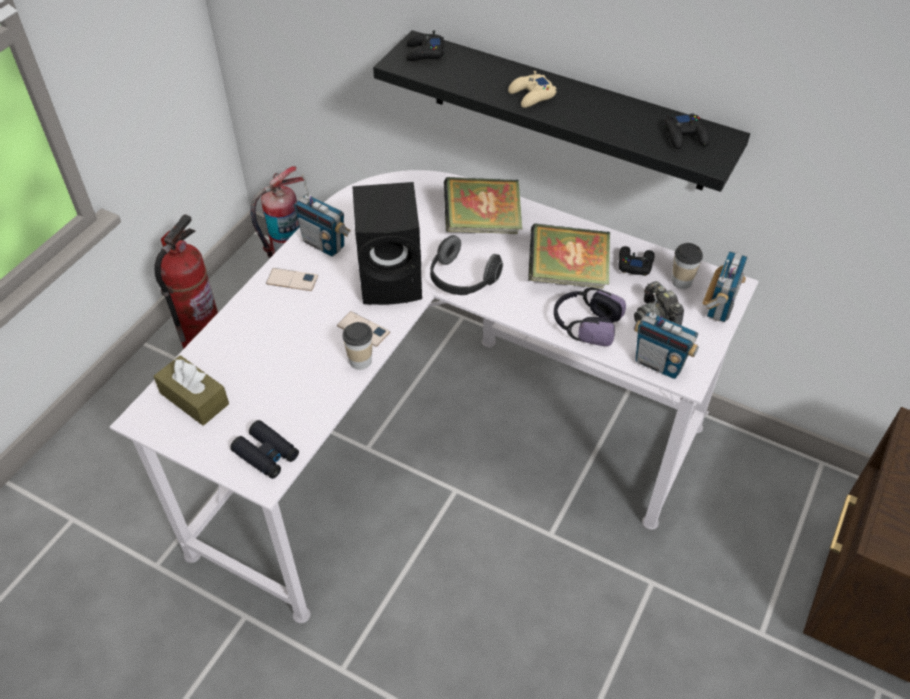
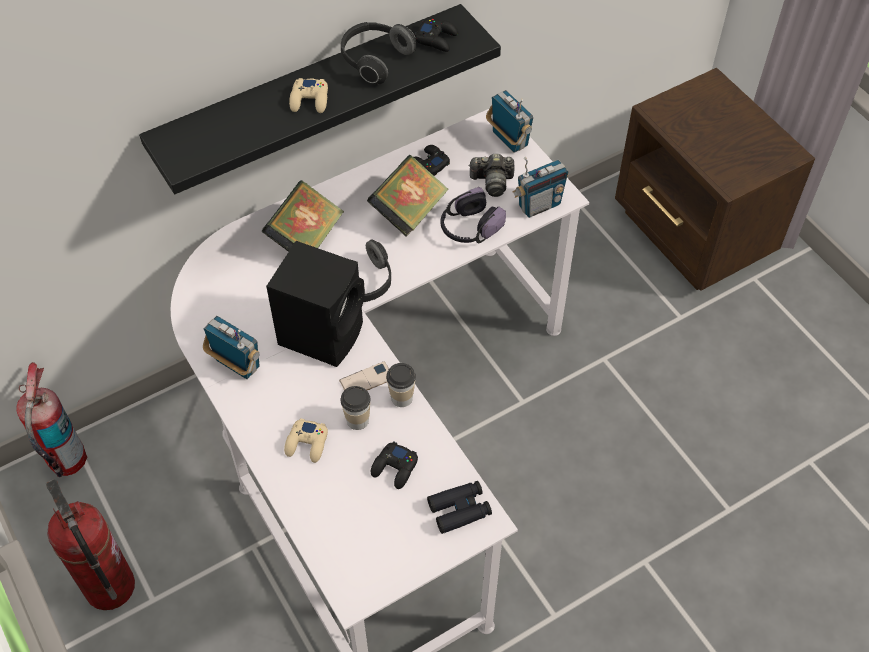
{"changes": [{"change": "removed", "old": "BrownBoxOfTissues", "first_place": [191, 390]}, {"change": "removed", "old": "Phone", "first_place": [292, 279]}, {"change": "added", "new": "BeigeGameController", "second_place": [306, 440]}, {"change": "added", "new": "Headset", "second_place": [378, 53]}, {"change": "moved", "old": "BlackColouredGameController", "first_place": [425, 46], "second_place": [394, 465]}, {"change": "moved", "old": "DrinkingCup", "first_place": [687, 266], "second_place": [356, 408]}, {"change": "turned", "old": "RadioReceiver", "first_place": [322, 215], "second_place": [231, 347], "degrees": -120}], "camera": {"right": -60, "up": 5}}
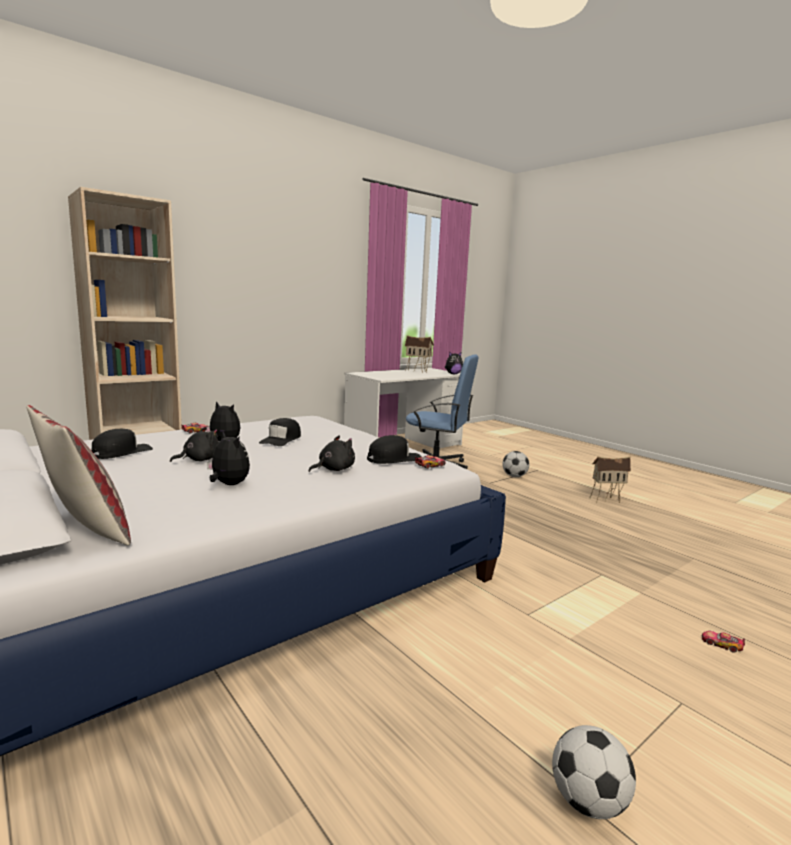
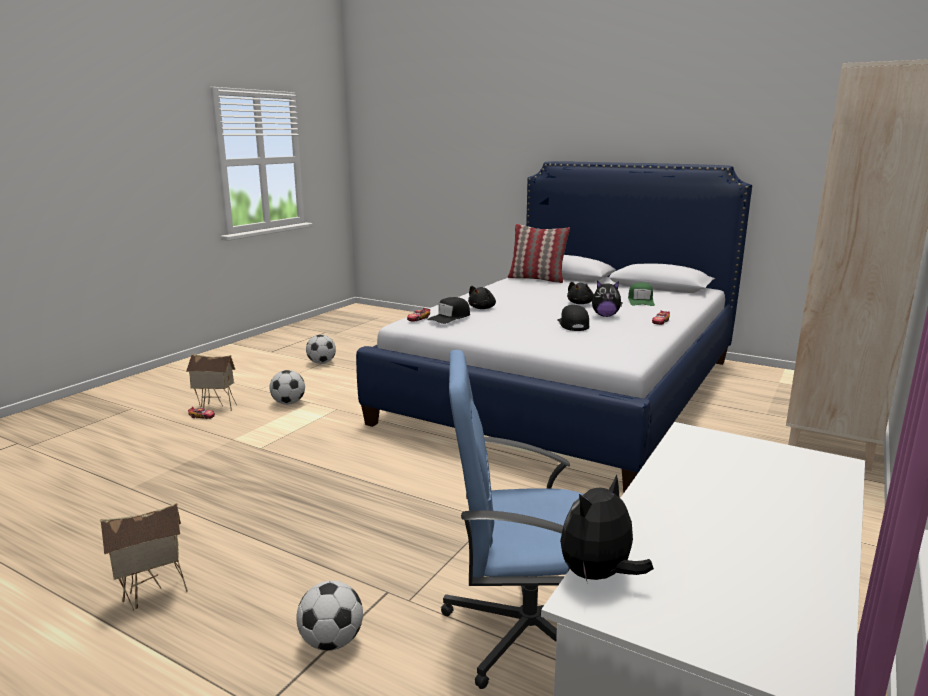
{"changes": [{"change": "removed", "old": "PlushToy", "first_place": [228, 458]}, {"change": "added", "new": "FootballBall", "second_place": [287, 387]}, {"change": "moved", "old": "MiniatureHouse", "first_place": [419, 354], "second_place": [211, 382]}, {"change": "recoloured", "old": "BlackColouredBaseballCap", "new": "GreenColouredBaseballCap", "first_place": [122, 444], "second_place": [641, 294]}], "camera": {"right": 160, "up": 5}}
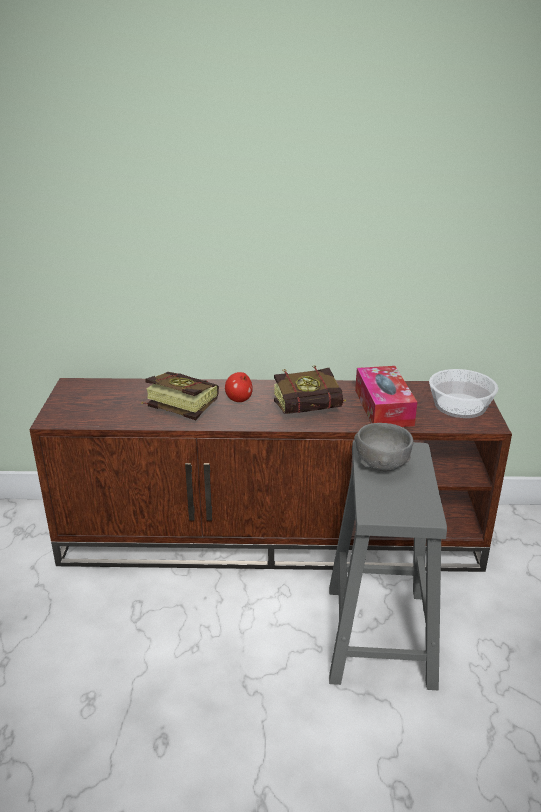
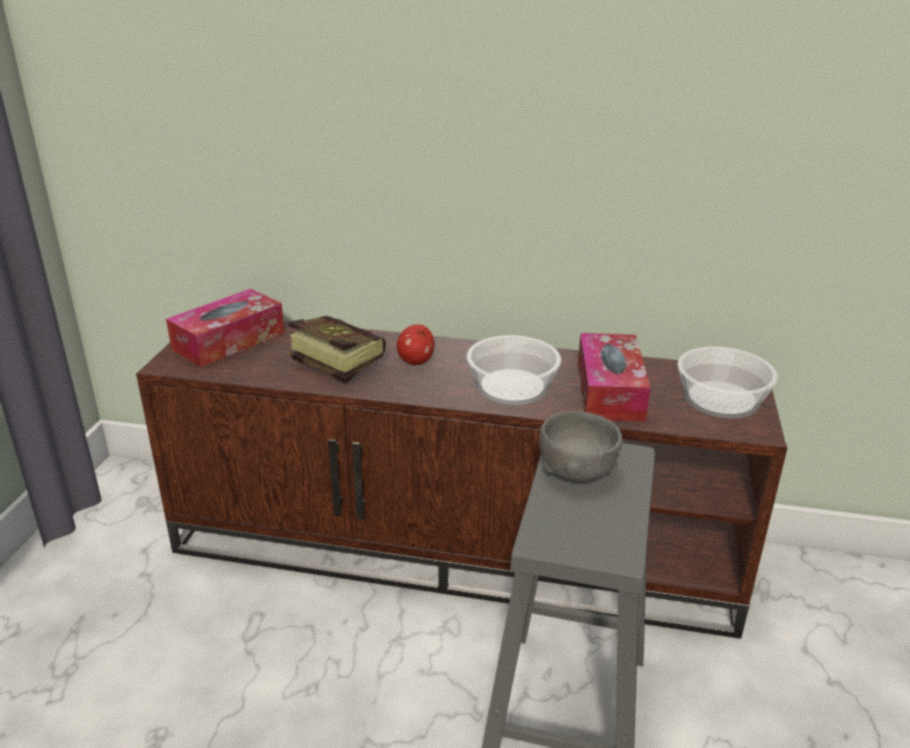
{"changes": [{"change": "added", "new": "BoxOfTissues", "second_place": [225, 328]}, {"change": "replaced", "old": "Book", "new": "ServingBowl", "first_place": [309, 389], "second_place": [514, 370]}], "camera": {"right": 10, "up": 0}}
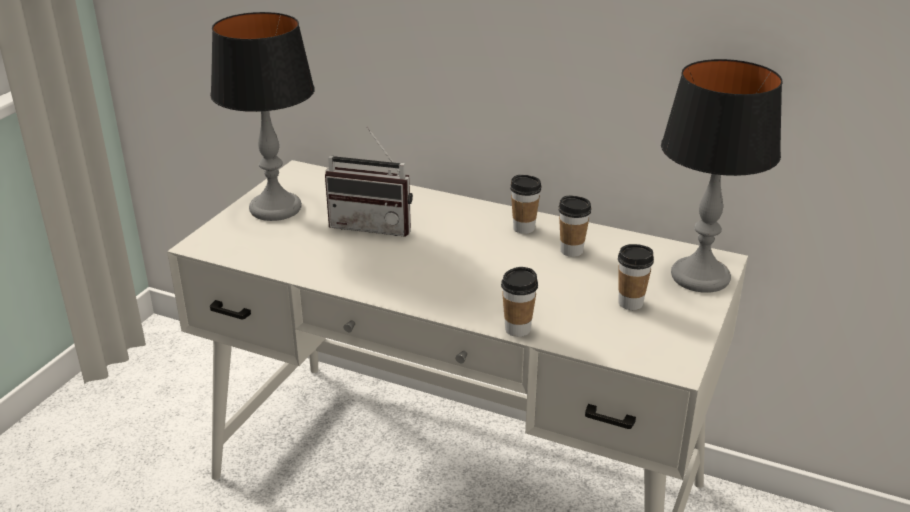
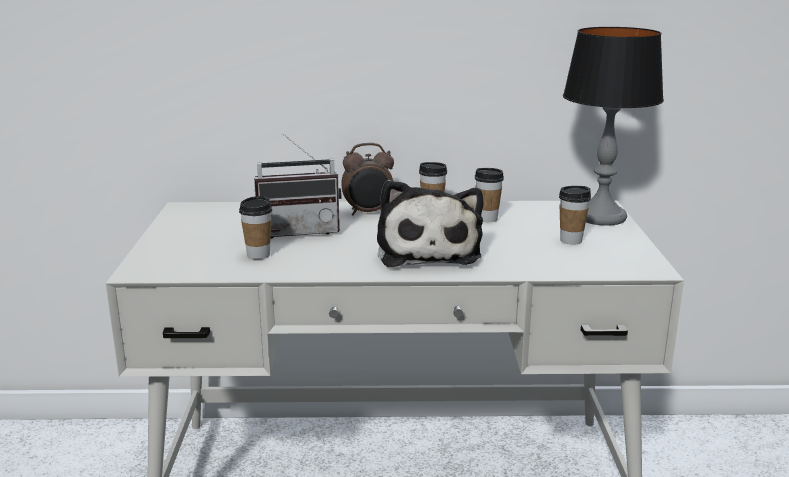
{"changes": [{"change": "removed", "old": "LampForATable", "first_place": [262, 116]}, {"change": "added", "new": "BedsideClock", "second_place": [367, 179]}, {"change": "added", "new": "PlushToy", "second_place": [430, 223]}, {"change": "moved", "old": "DrinkingCup", "first_place": [519, 302], "second_place": [255, 228]}], "camera": {"right": -25, "up": -10}}
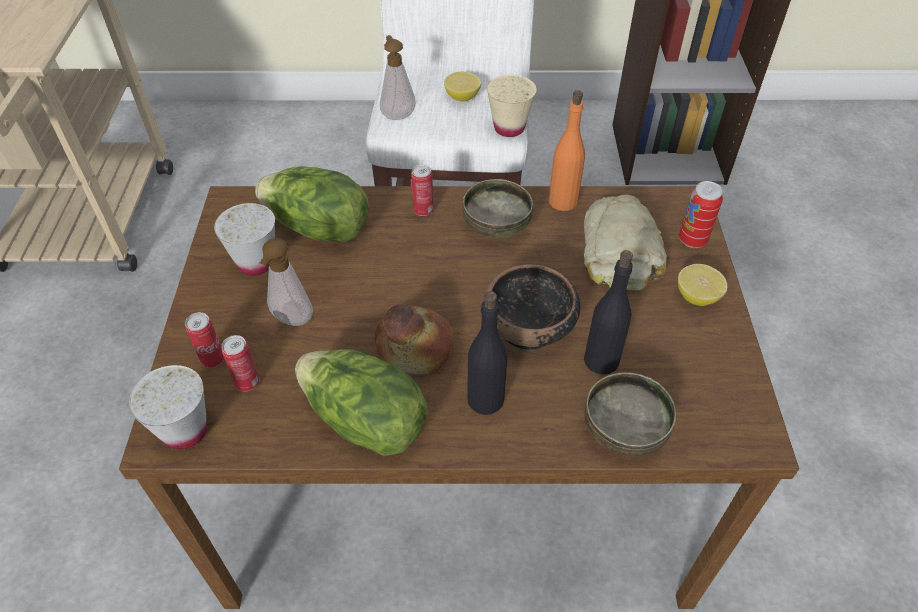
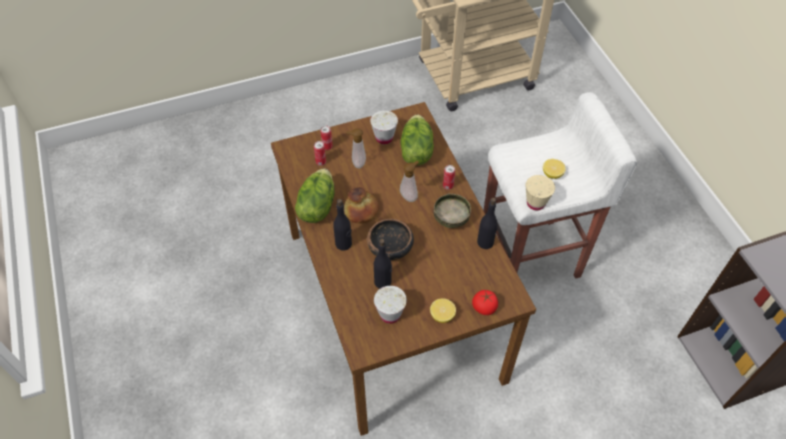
{"changes": [{"change": "removed", "old": "BakeryBread", "first_place": [625, 242]}, {"change": "removed", "old": "ServingBowl", "first_place": [631, 414]}, {"change": "moved", "old": "WhitishDrinkingCup", "first_place": [167, 407], "second_place": [390, 305]}, {"change": "moved", "old": "LiquidSoapBottle", "first_place": [398, 77], "second_place": [409, 181]}, {"change": "replaced", "old": "Can", "new": "Tomato", "first_place": [701, 214], "second_place": [485, 302]}, {"change": "recoloured", "old": "OrangeyBottle", "new": "BlackColouredBottle", "first_place": [567, 150], "second_place": [487, 223]}], "camera": {"right": 70, "up": 5}}
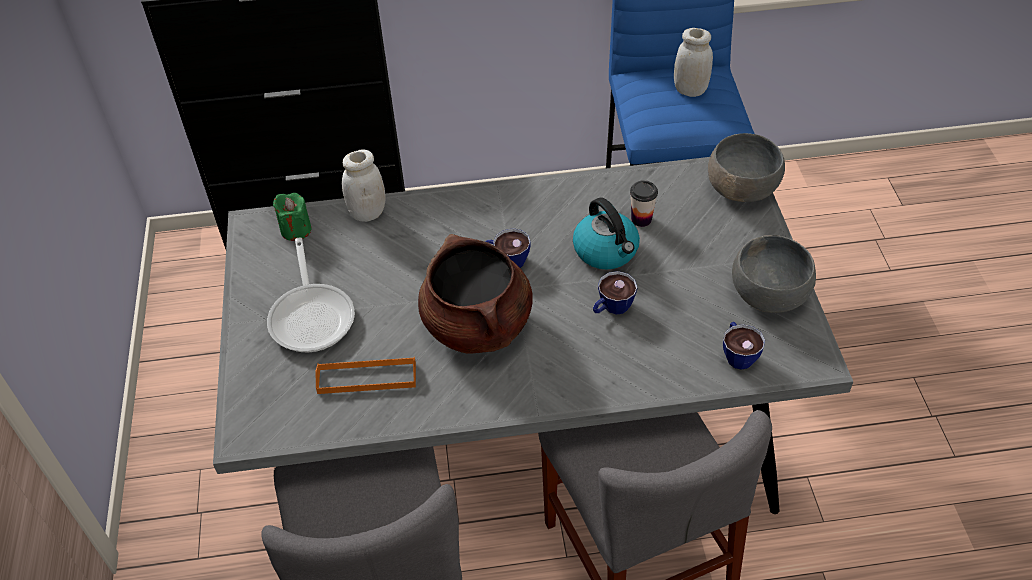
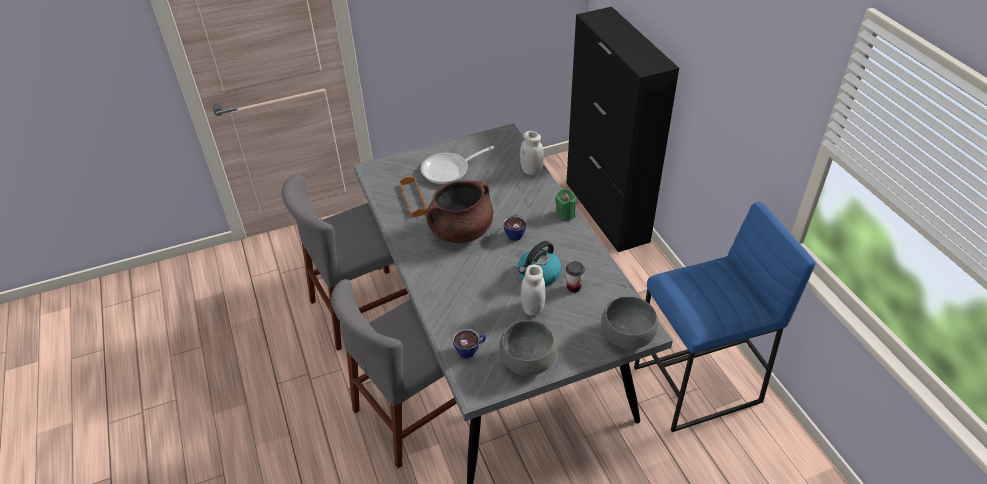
{"changes": [{"change": "removed", "old": "DrinkingCup", "first_place": [615, 293]}, {"change": "moved", "old": "GreenColouredWaxCandle", "first_place": [292, 217], "second_place": [565, 205]}, {"change": "moved", "old": "WhitishJar", "first_place": [693, 62], "second_place": [533, 290]}], "camera": {"right": 75, "up": -5}}
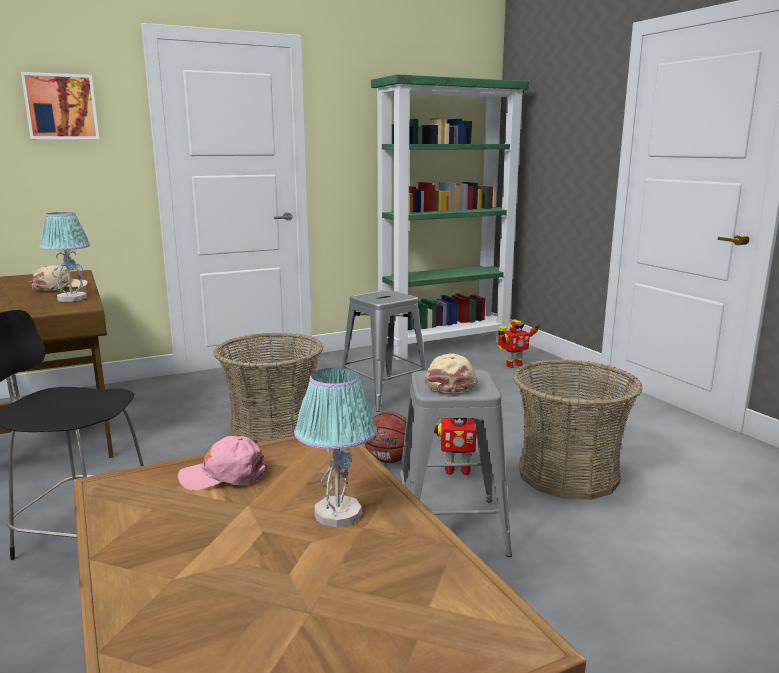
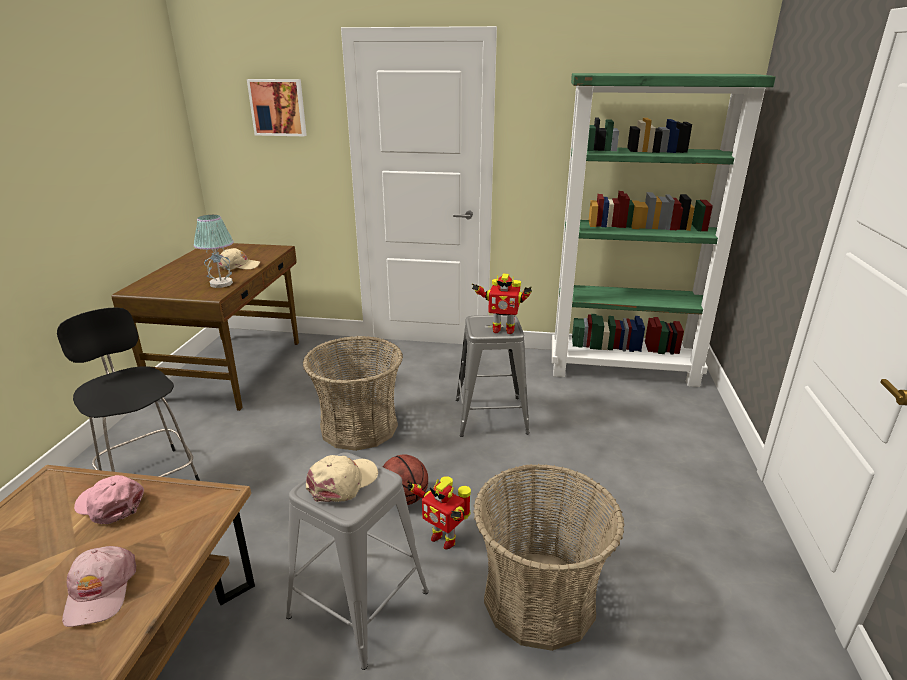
{"changes": [{"change": "moved", "old": "ToyRobot", "first_place": [518, 343], "second_place": [502, 303]}, {"change": "replaced", "old": "LampForATable", "new": "PinkishBaseballCap", "first_place": [335, 447], "second_place": [99, 586]}], "camera": {"right": 35, "up": 10}}
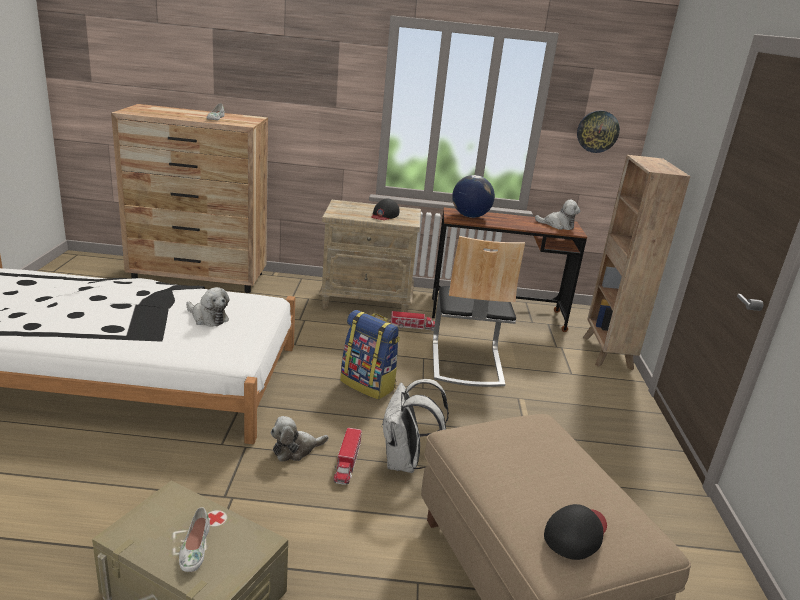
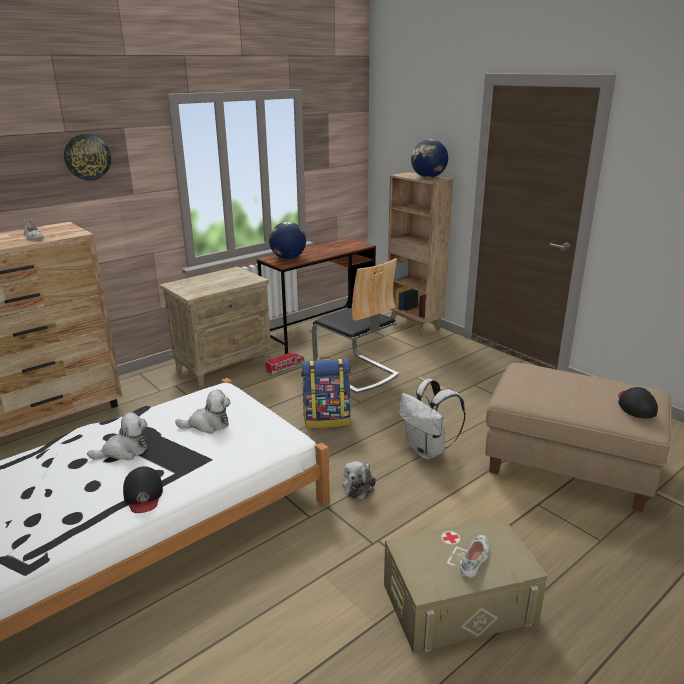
{"changes": [{"change": "removed", "old": "ToyTruck", "first_place": [348, 456]}, {"change": "added", "new": "Globe", "second_place": [429, 158]}, {"change": "moved", "old": "BlackColouredBaseballCap", "first_place": [385, 209], "second_place": [143, 490]}, {"change": "moved", "old": "PlushToy", "first_place": [557, 215], "second_place": [117, 436]}, {"change": "moved", "old": "ClockOnTheWall", "first_place": [598, 131], "second_place": [87, 157]}, {"change": "turned", "old": "WhitishLowShoe", "first_place": [194, 539], "second_place": [474, 556], "degrees": -105}], "camera": {"right": -40, "up": 0}}
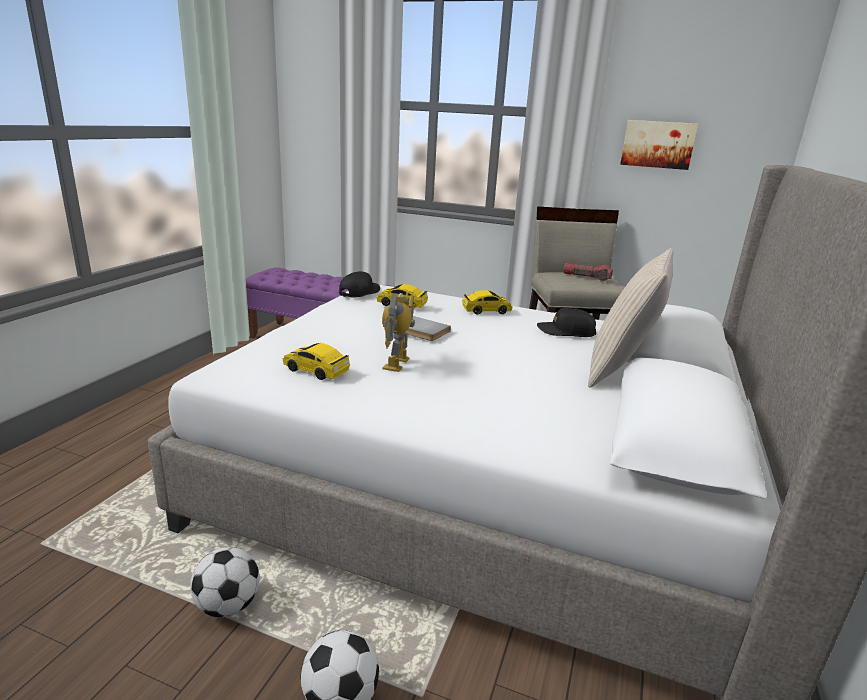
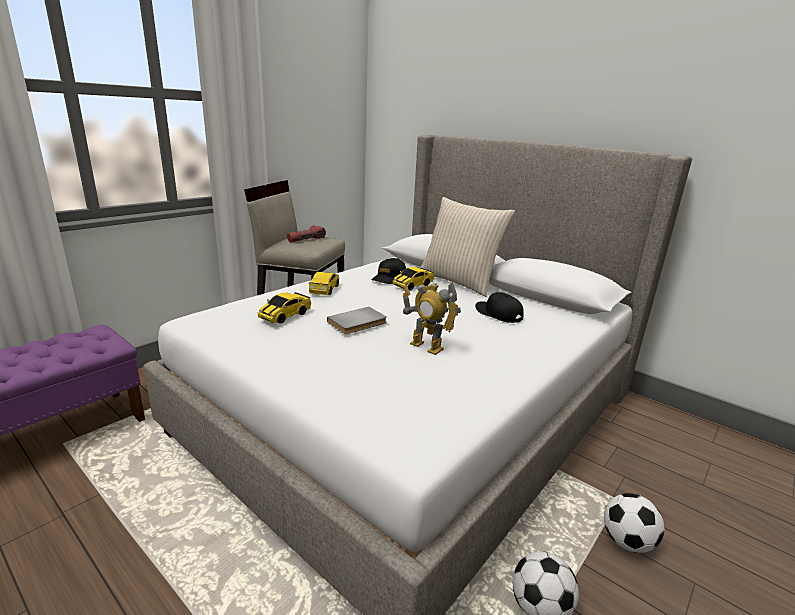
{"changes": [{"change": "removed", "old": "WallArt", "first_place": [659, 145]}, {"change": "moved", "old": "MiniatureCar", "first_place": [316, 361], "second_place": [413, 279]}, {"change": "moved", "old": "BlackColouredBaseballCap", "first_place": [359, 284], "second_place": [499, 307]}], "camera": {"right": -70, "up": 0}}
